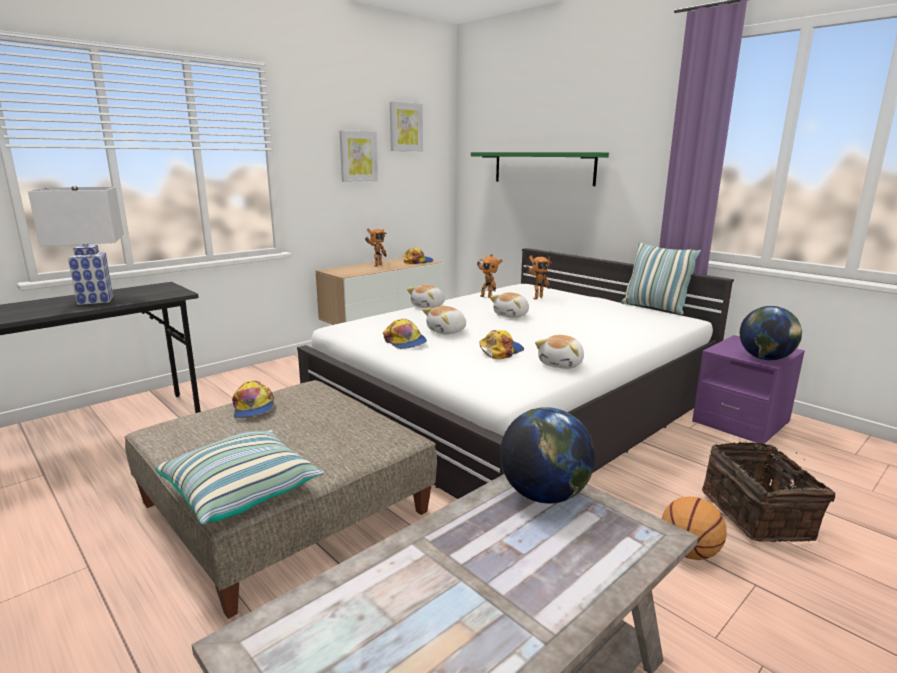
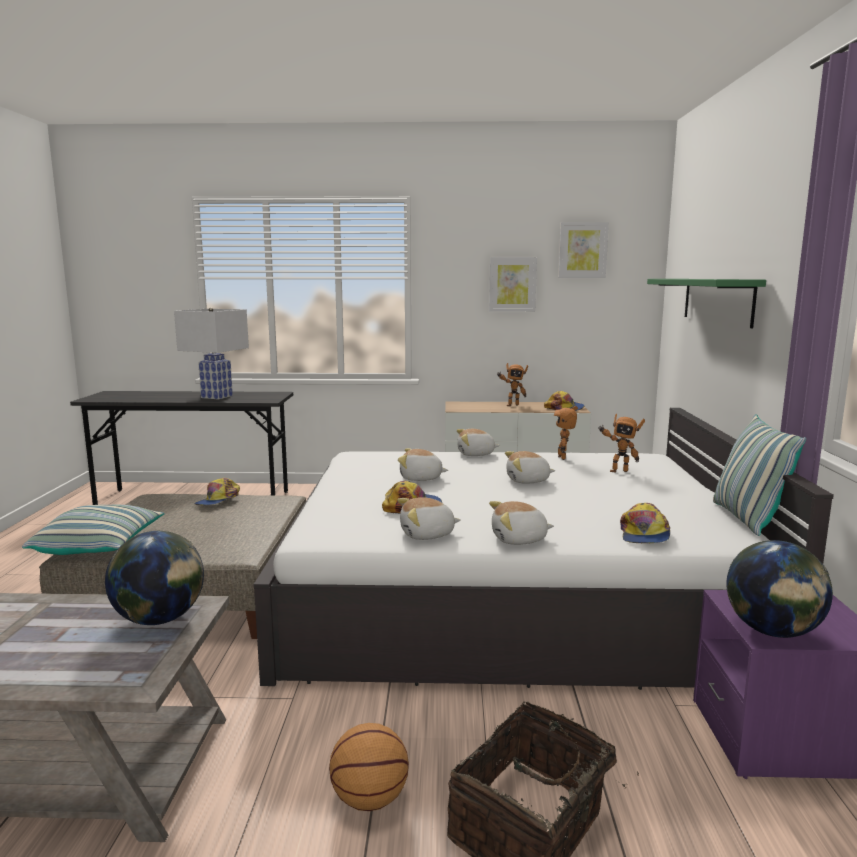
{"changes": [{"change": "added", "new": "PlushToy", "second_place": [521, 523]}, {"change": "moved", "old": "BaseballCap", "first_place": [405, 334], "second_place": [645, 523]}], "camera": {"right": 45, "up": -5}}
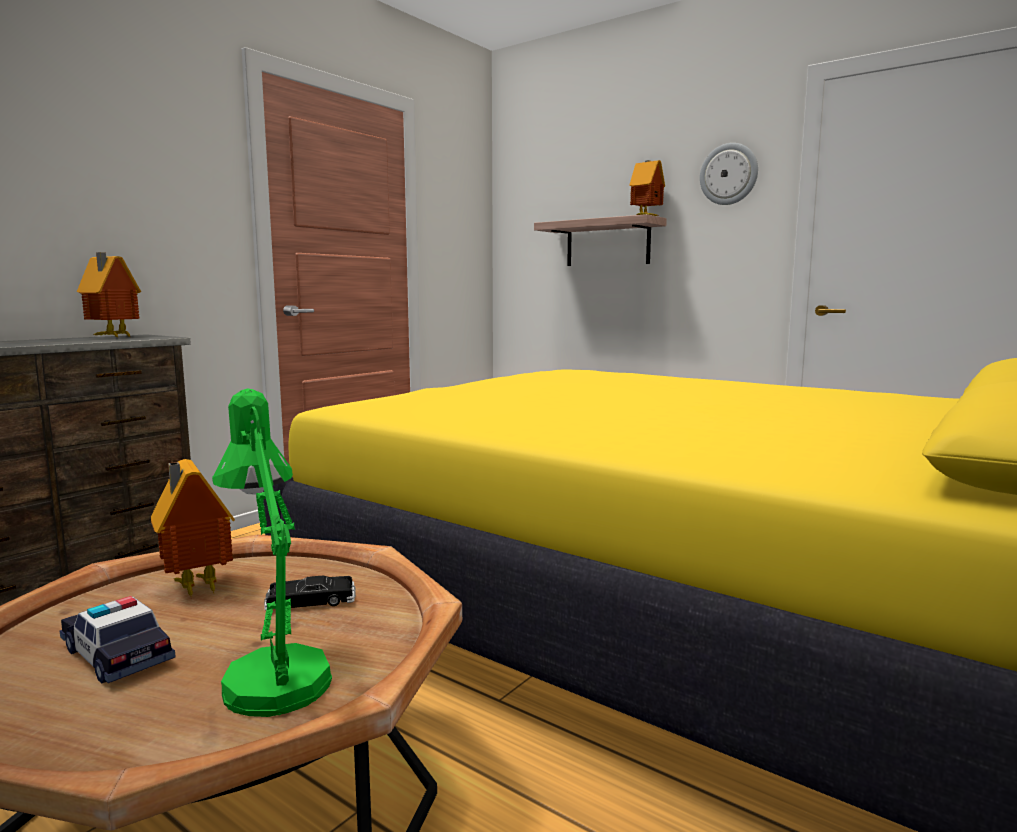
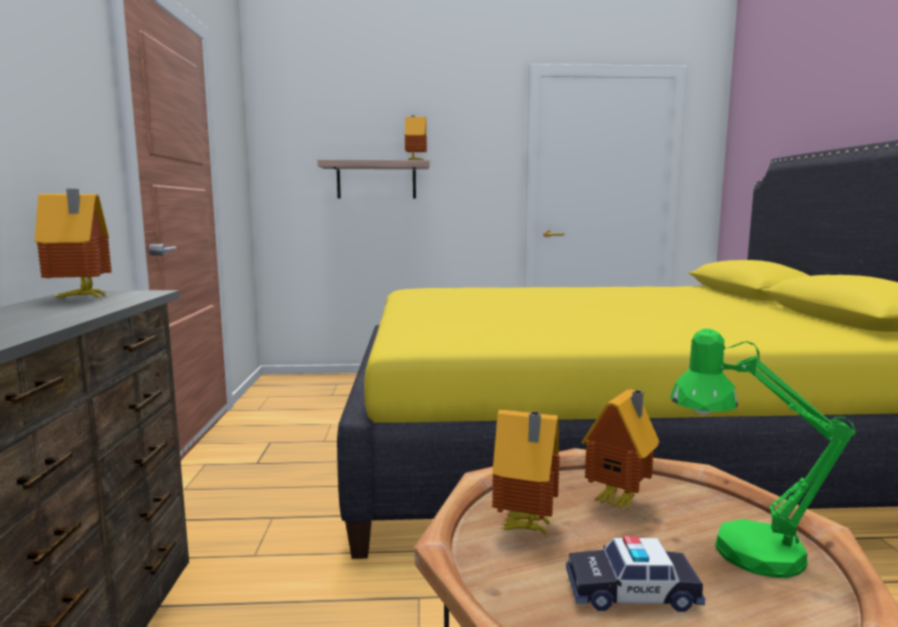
{"changes": [{"change": "removed", "old": "ClockOnTheWall", "first_place": [729, 174]}, {"change": "replaced", "old": "BlackColouredMiniatureCar", "new": "MiniatureHouse", "first_place": [310, 593], "second_place": [620, 449]}], "camera": {"right": -40, "up": 0}}
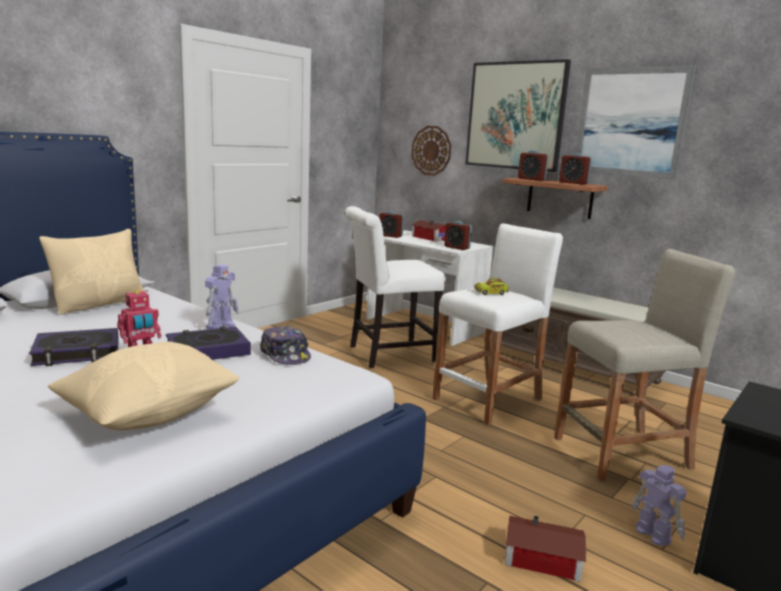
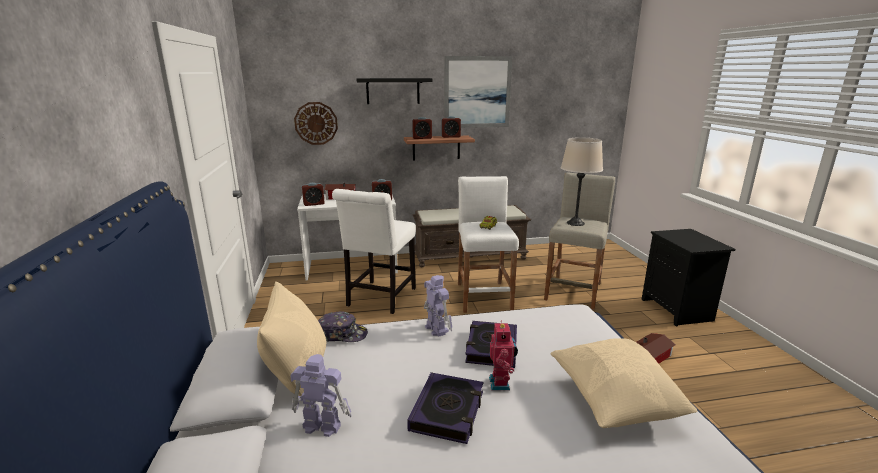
{"changes": [{"change": "added", "new": "BeigeLampForATable", "second_place": [582, 182]}, {"change": "moved", "old": "BaseballCap", "first_place": [285, 345], "second_place": [343, 327]}, {"change": "moved", "old": "ToyRobot", "first_place": [659, 505], "second_place": [321, 395]}, {"change": "replaced", "old": "WallArt", "new": "BlackColouredBracketShelf", "first_place": [518, 115], "second_place": [394, 91]}], "camera": {"right": -50, "up": 5}}
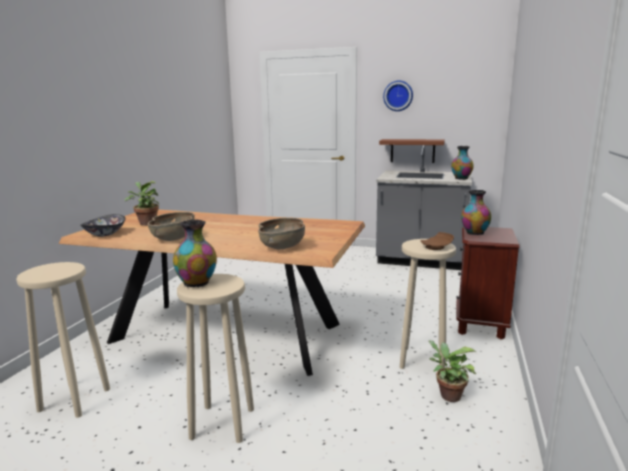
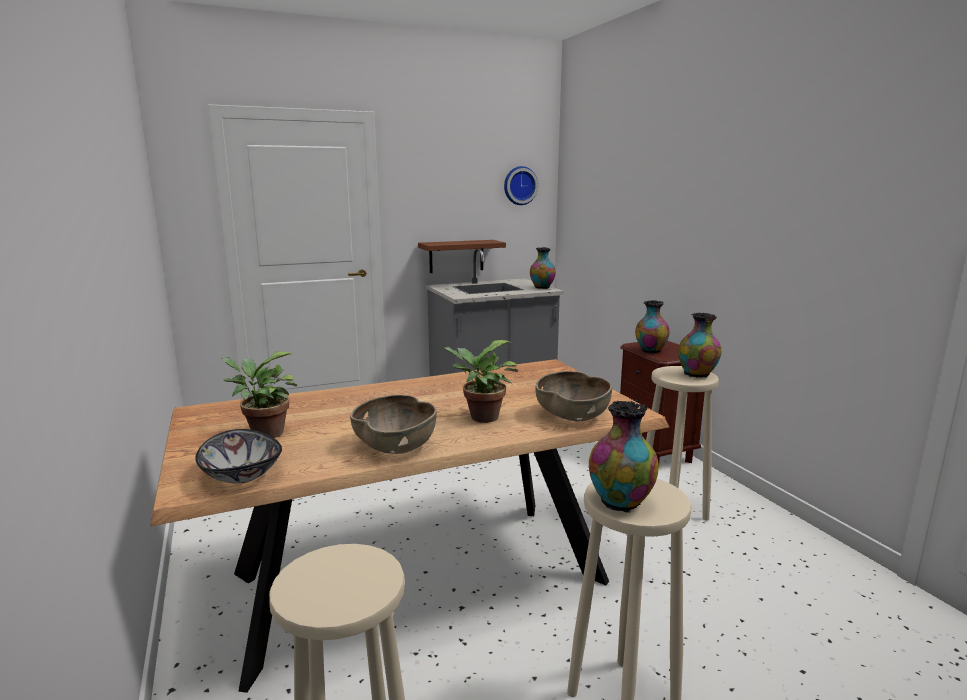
{"changes": [{"change": "moved", "old": "ClockOnTheWall", "first_place": [398, 95], "second_place": [521, 185]}, {"change": "moved", "old": "PlantInAPot", "first_place": [452, 371], "second_place": [480, 381]}, {"change": "replaced", "old": "BrownFlatDish", "new": "FlowerVase", "first_place": [437, 241], "second_place": [699, 345]}], "camera": {"right": -40, "up": 0}}
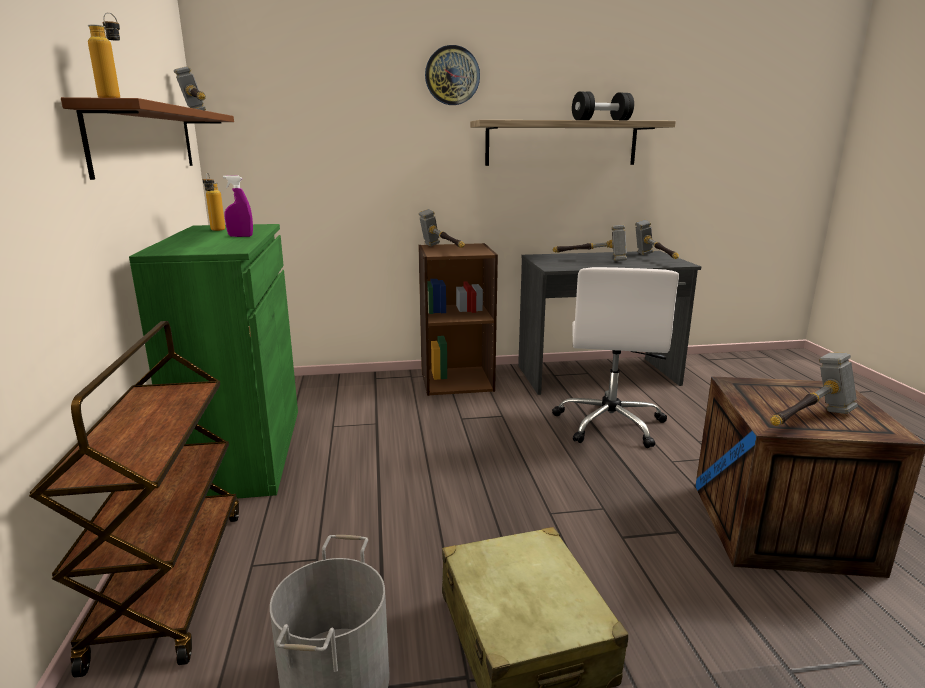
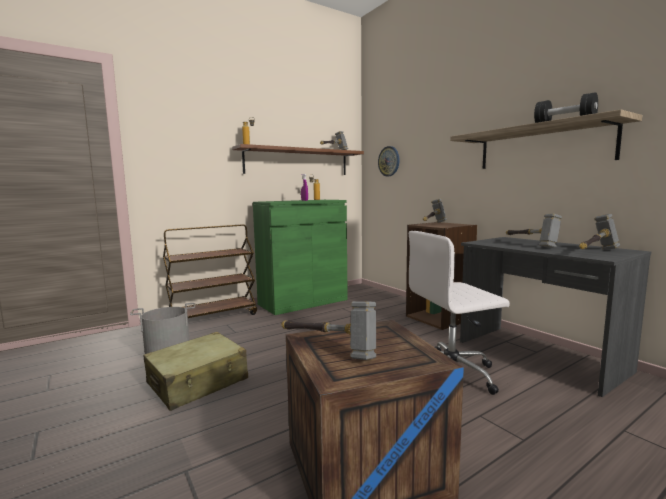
{"changes": [{"change": "moved", "old": "ClockOnTheWall", "first_place": [452, 75], "second_place": [389, 161]}], "camera": {"right": 65, "up": -10}}
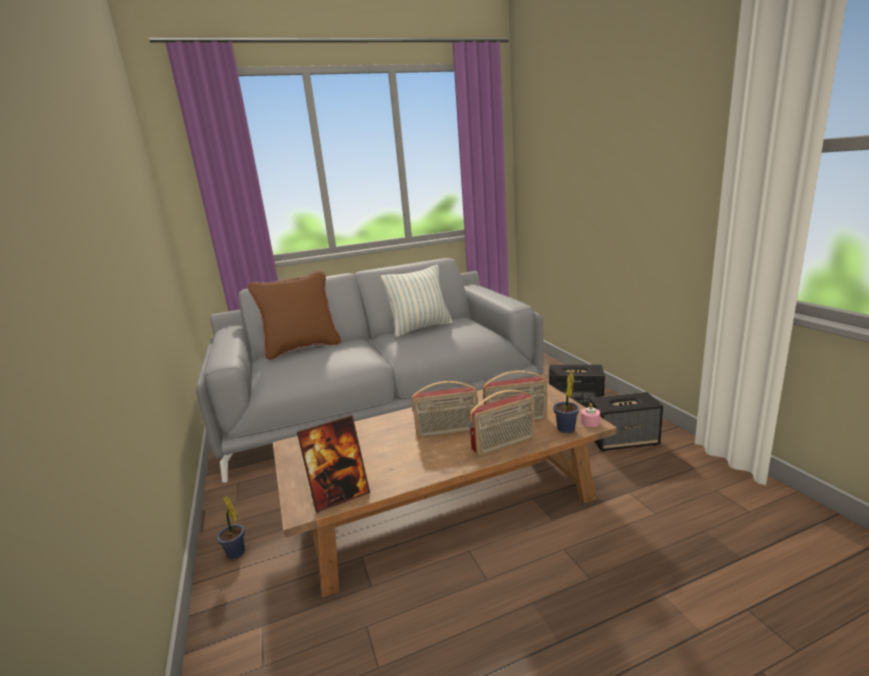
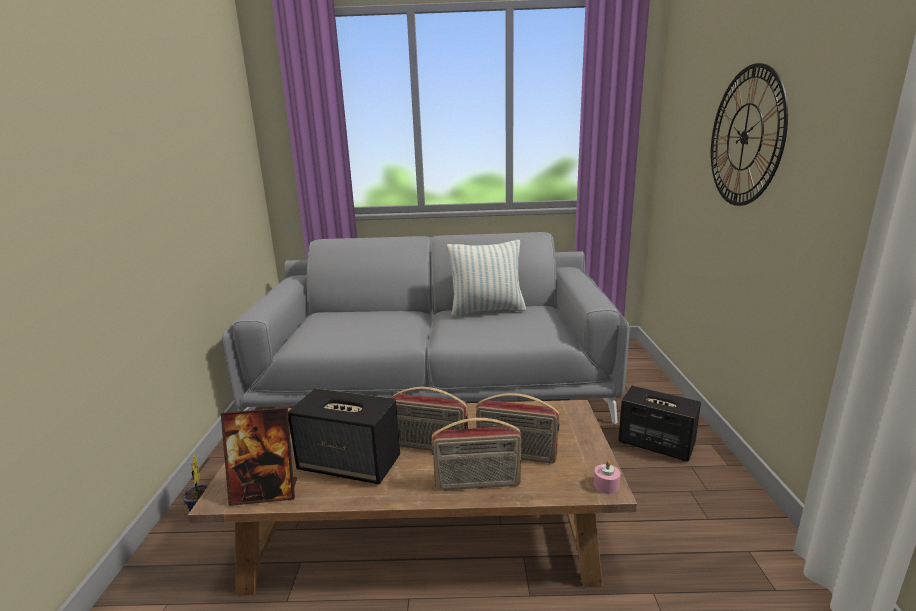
{"changes": [{"change": "removed", "old": "BrownPillow", "first_place": [294, 315]}, {"change": "removed", "old": "PlantInAPot", "first_place": [566, 401]}, {"change": "added", "new": "ClockOnTheWall", "second_place": [749, 134]}, {"change": "moved", "old": "Loudspeaker", "first_place": [626, 421], "second_place": [344, 436]}], "camera": {"right": 20, "up": 0}}
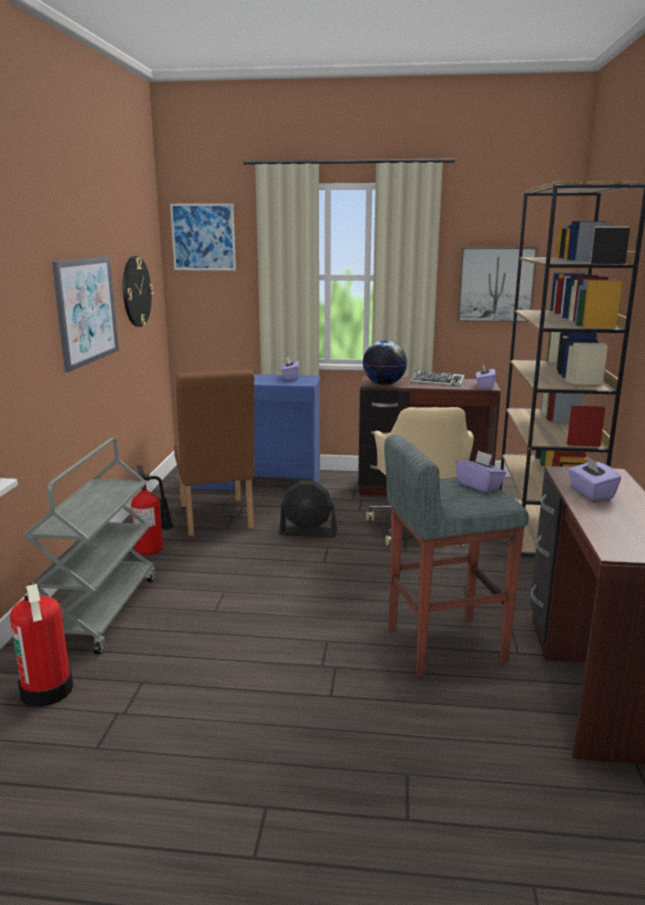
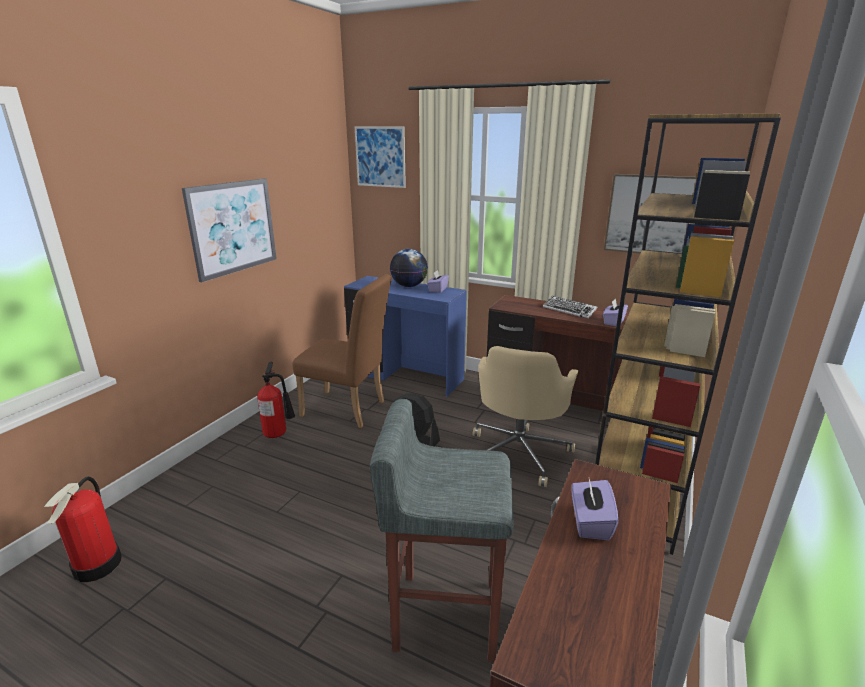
{"changes": [{"change": "removed", "old": "GrayCart", "first_place": [89, 546]}, {"change": "removed", "old": "ClockOnTheWall", "first_place": [138, 291]}, {"change": "removed", "old": "PurpleColouredBoxOfTissues", "first_place": [481, 471]}, {"change": "moved", "old": "Globe", "first_place": [385, 362], "second_place": [409, 268]}, {"change": "turned", "old": "BrownUprightChair", "first_place": [214, 453], "second_place": [342, 351], "degrees": -75}], "camera": {"right": 20, "up": 5}}
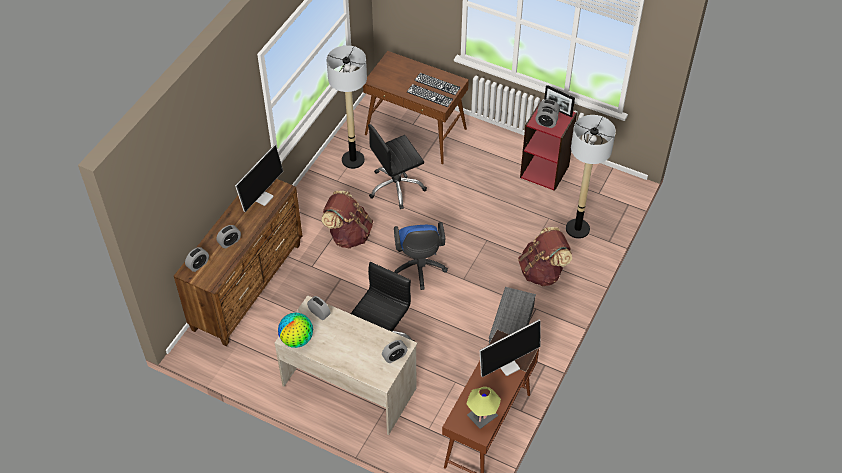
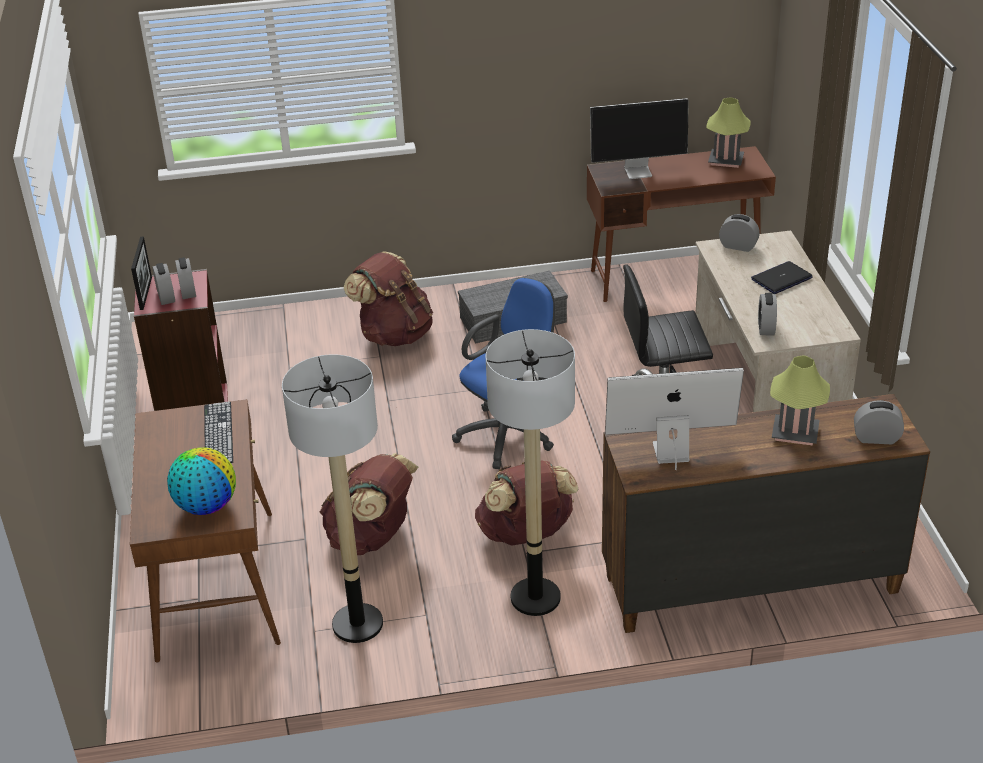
{"changes": [{"change": "removed", "old": "Keyboard", "first_place": [437, 84]}, {"change": "added", "new": "PortableComputer", "second_place": [782, 277]}, {"change": "moved", "old": "Globe", "first_place": [295, 330], "second_place": [201, 481]}, {"change": "moved", "old": "StandardLamp", "first_place": [591, 177], "second_place": [530, 472]}, {"change": "replaced", "old": "BedsideClock", "new": "LampForATable", "first_place": [228, 236], "second_place": [800, 401]}, {"change": "replaced", "old": "BlackColouredOfficeChair", "new": "BrownKnapsack", "first_place": [397, 166], "second_place": [369, 504]}, {"change": "turned", "old": "ComputerScreen", "first_place": [510, 348], "second_place": [639, 138], "degrees": 150}], "camera": {"right": -125, "up": -15}}
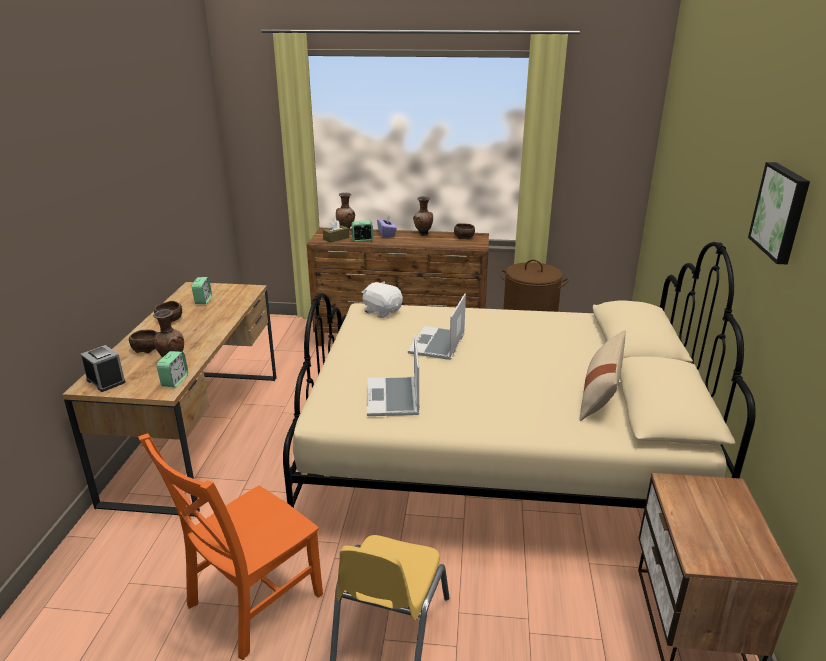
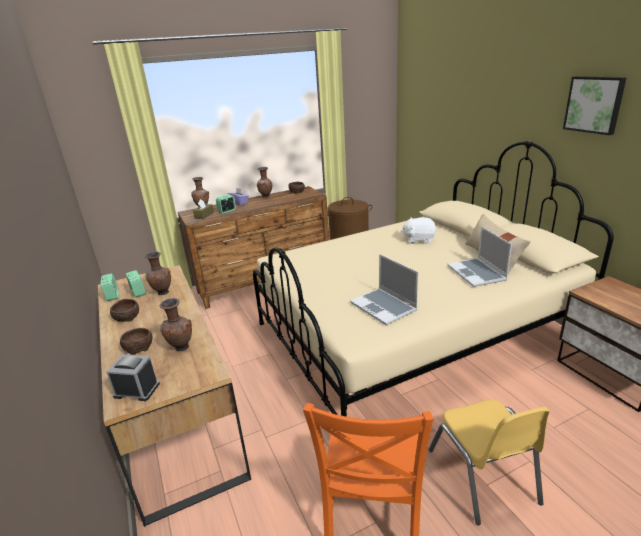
{"changes": [{"change": "added", "new": "BrownFlowerVase", "second_place": [158, 273]}, {"change": "moved", "old": "BedsideClock", "first_place": [172, 369], "second_place": [109, 287]}, {"change": "moved", "old": "WhitishPlushToy", "first_place": [382, 299], "second_place": [419, 230]}, {"change": "moved", "old": "PortableComputer", "first_place": [437, 327], "second_place": [480, 256]}], "camera": {"right": -30, "up": 0}}
